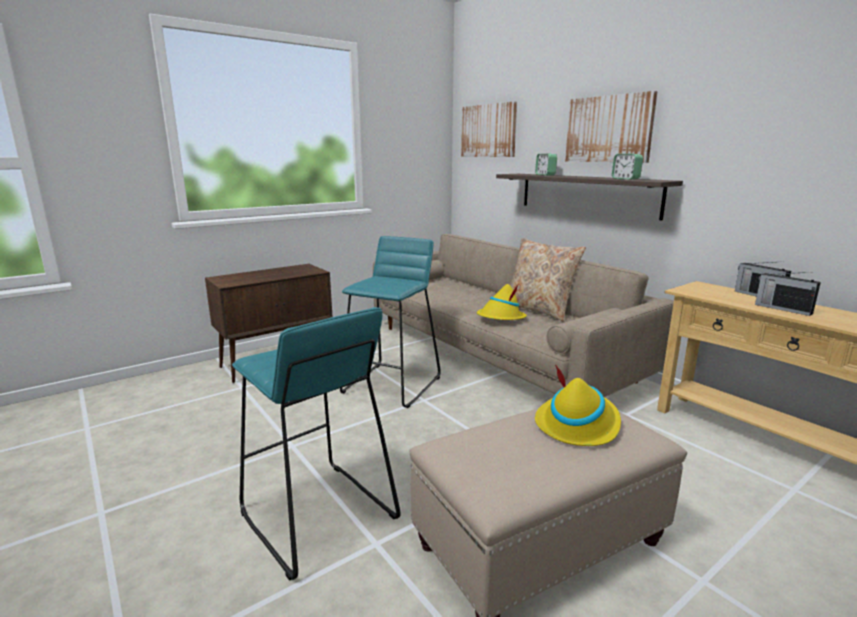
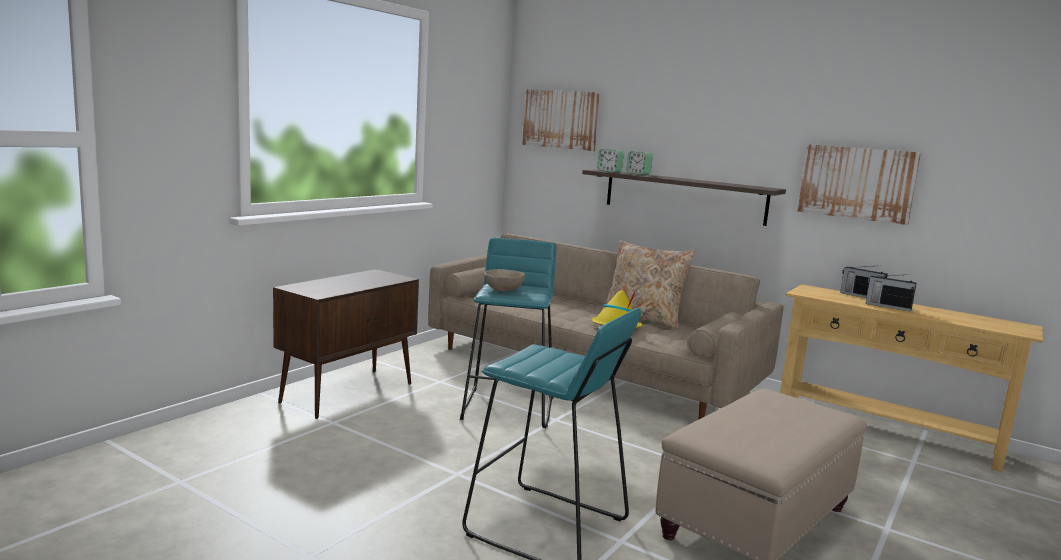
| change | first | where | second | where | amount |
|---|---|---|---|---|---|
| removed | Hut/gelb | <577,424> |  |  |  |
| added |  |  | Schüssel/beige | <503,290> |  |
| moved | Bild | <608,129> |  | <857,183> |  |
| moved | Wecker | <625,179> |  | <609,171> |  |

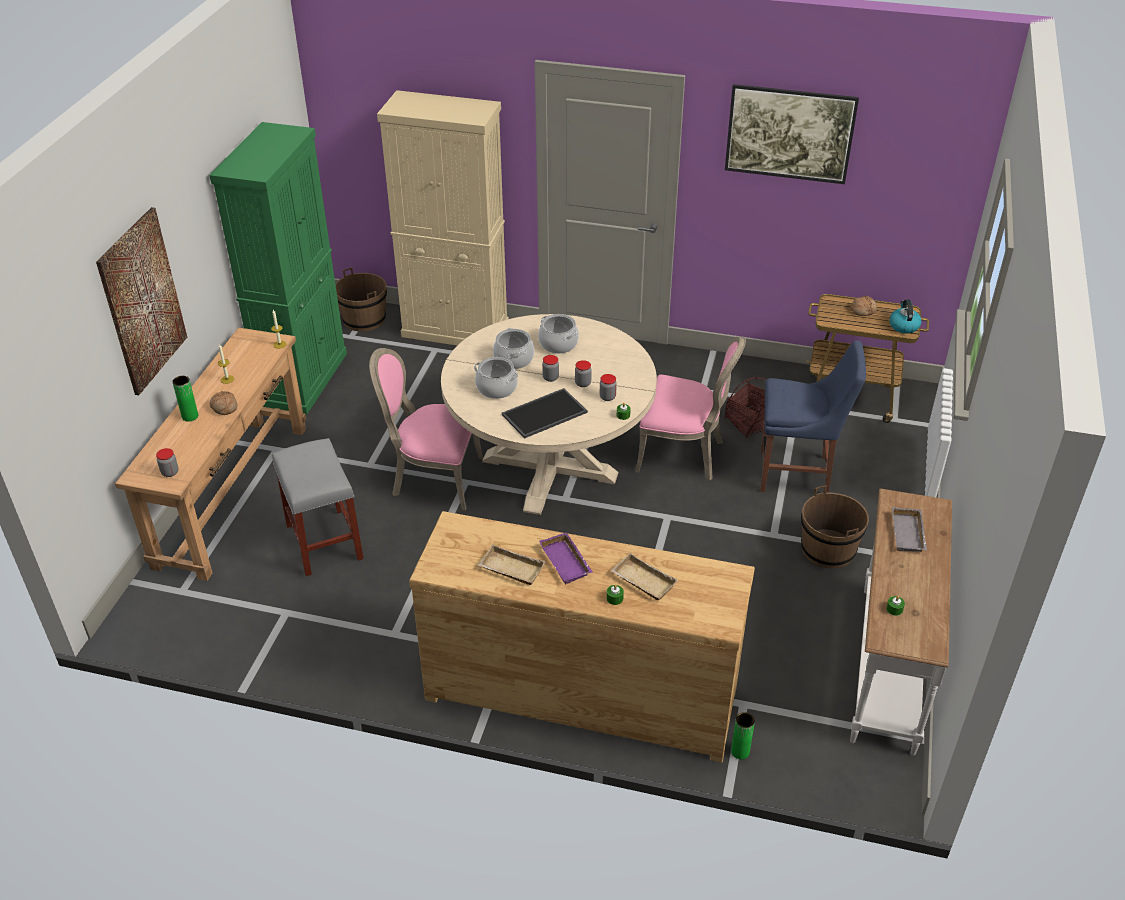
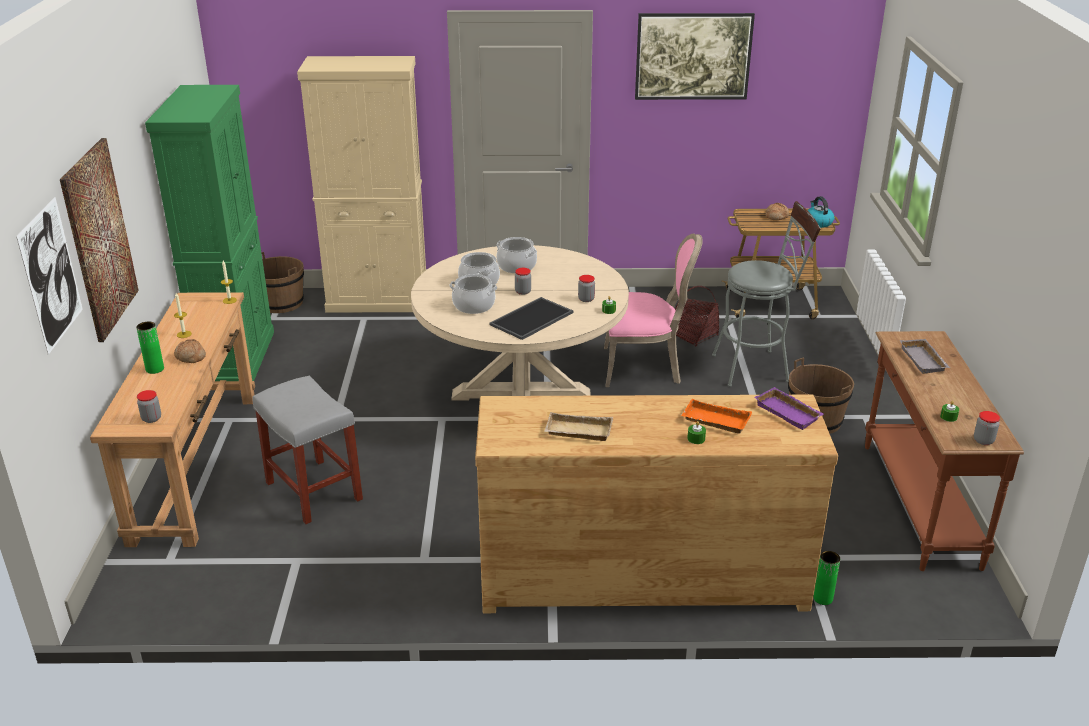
| change | first | where | second | where | amount |
|---|---|---|---|---|---|
| removed | Stuhl/rosa | <433,478> |  |  |  |
| added |  |  | Bild | <51,275> |  |
| moved | Tablett/lila | <567,562> |  | <789,412> |  |
| moved | Vorratsglas | <583,383> |  | <983,440> |  |
| replaced | Stuhl/blau | <798,474> | Hocker/grau | <757,367> |  |
| recoloured | Tablett/beige | <642,581> | Tablett/orange | <714,421> |  |
| recoloured | Konsolentisch/weiß | <885,667> | Konsolentisch/braun | <917,504> |  |

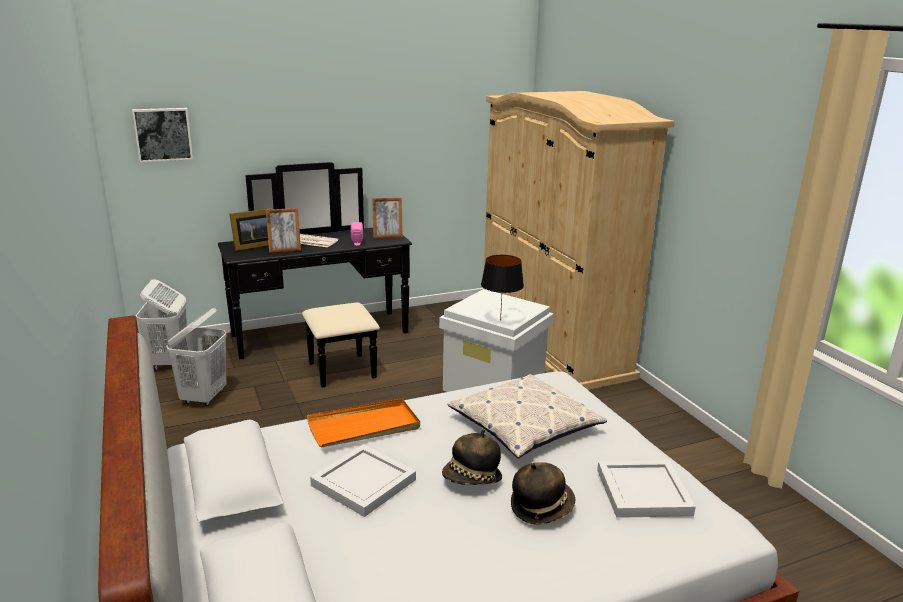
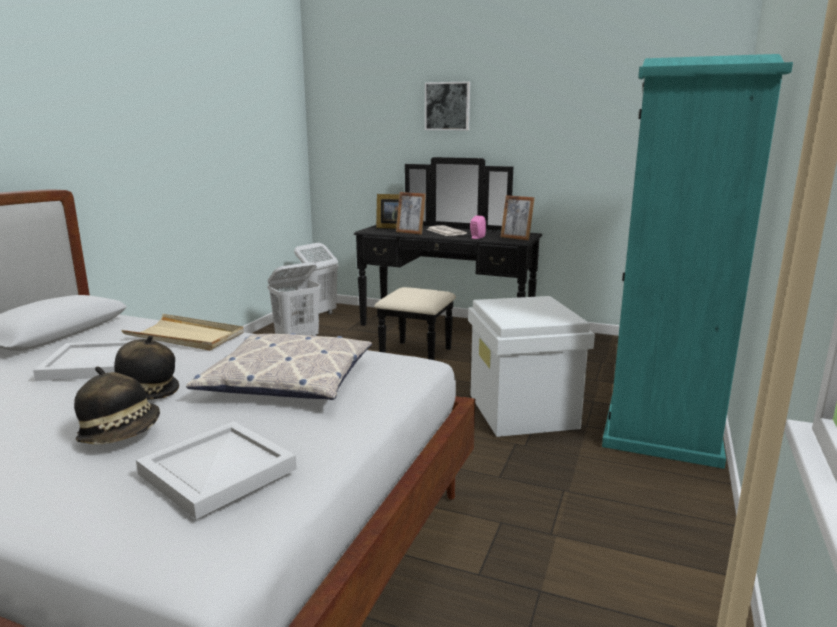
| change | first | where | second | where | amount |
|---|---|---|---|---|---|
| removed | Tischlampe/schwarz | <501,320> |  |  |  |
| moved | Bild | <163,134> |  | <447,106> |  |
| recoloured | Tablett/orange | <364,427> | Tablett/beige | <185,336> |  |
| recoloured | Kleiderschrank/beige | <551,342> | Kleiderschrank/türkis | <663,397> |  |

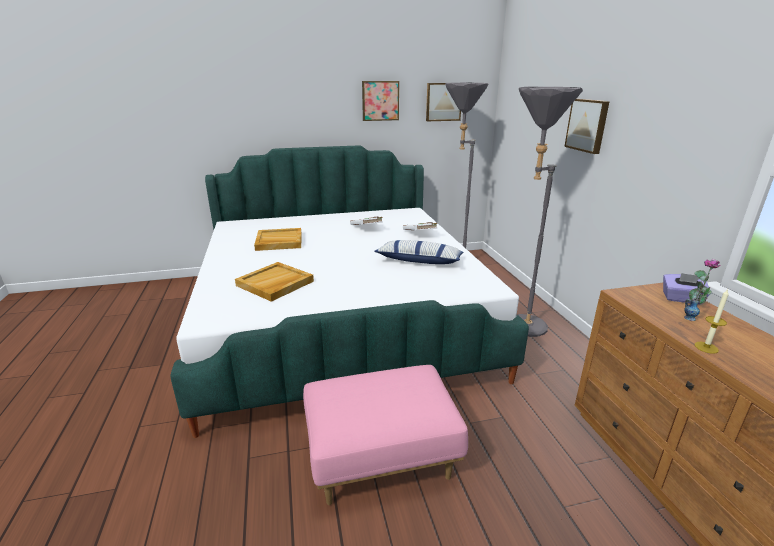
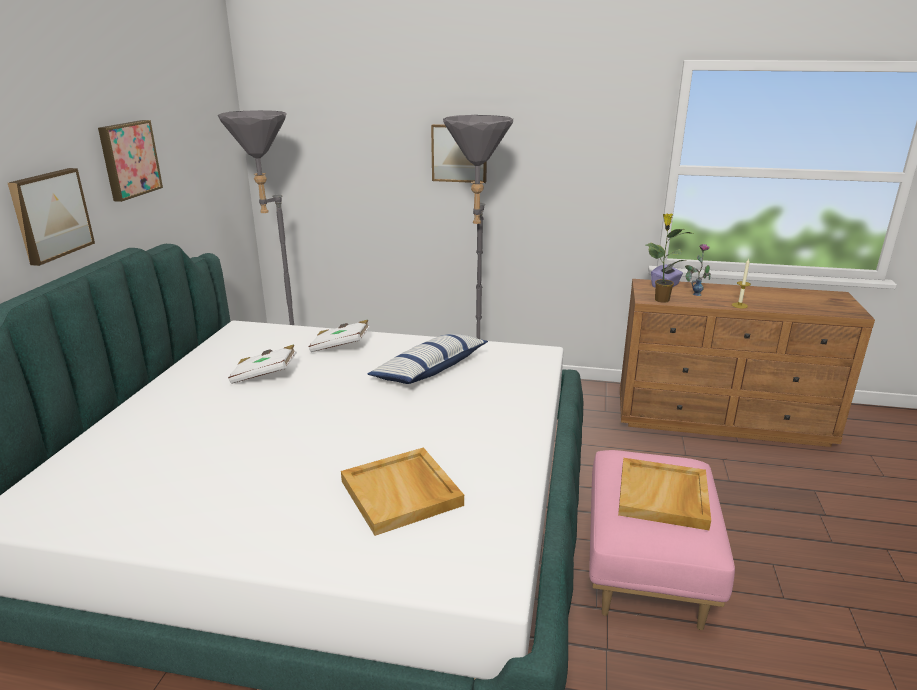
| change | first | where | second | where | amount |
|---|---|---|---|---|---|
| added |  |  | Topfpflanze | <660,299> |  |
| moved | Tablett/beige | <279,241> |  | <663,497> |  |
| moved | Bild | <443,102> |  | <50,215> |  |

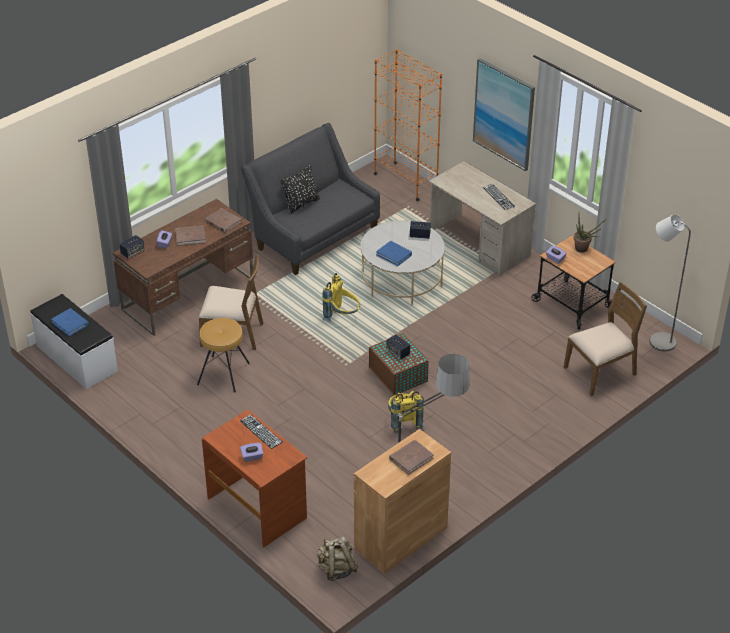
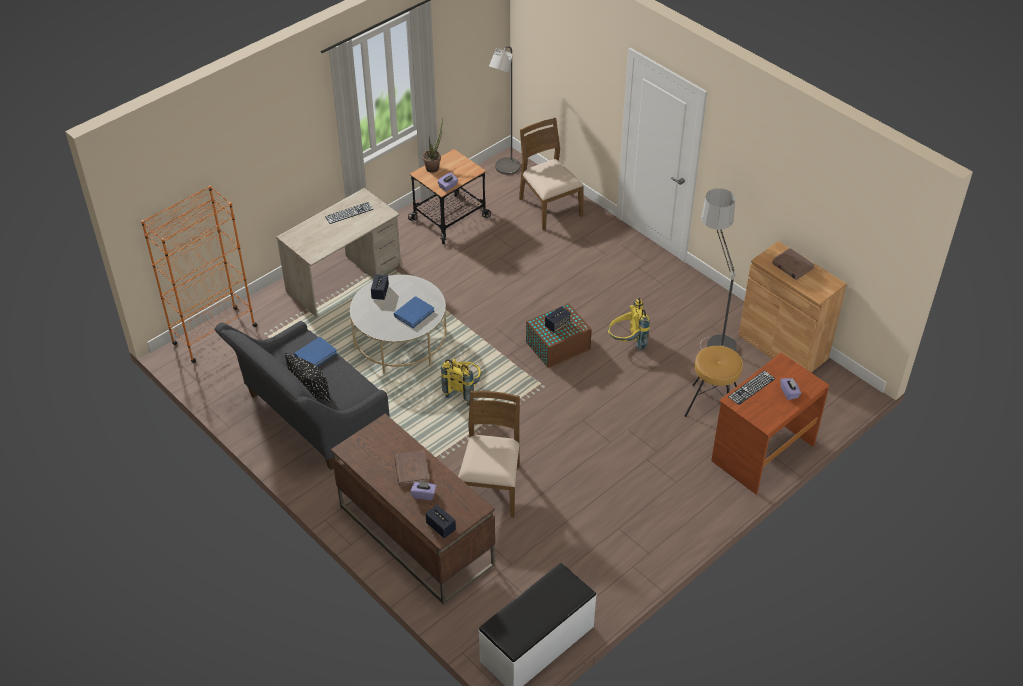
| change | first | where | second | where | amount |
|---|---|---|---|---|---|
| removed | Buch/braun | <223,222> |  |  |  |
| removed | Rucksack/beige | <336,569> |  |  |  |
| removed | Bild | <504,114> |  |  |  |
| moved | Buch/blau | <70,323> |  | <315,354> |  |
| moved | Hocker/braun | <224,374> |  | <712,405> |  |

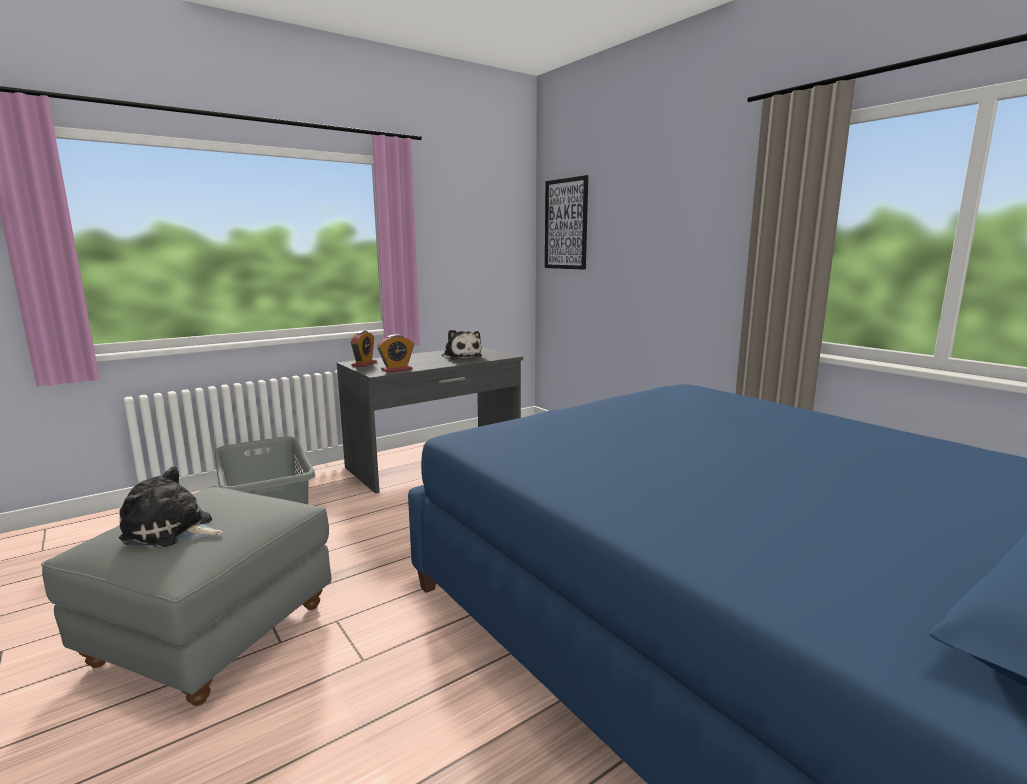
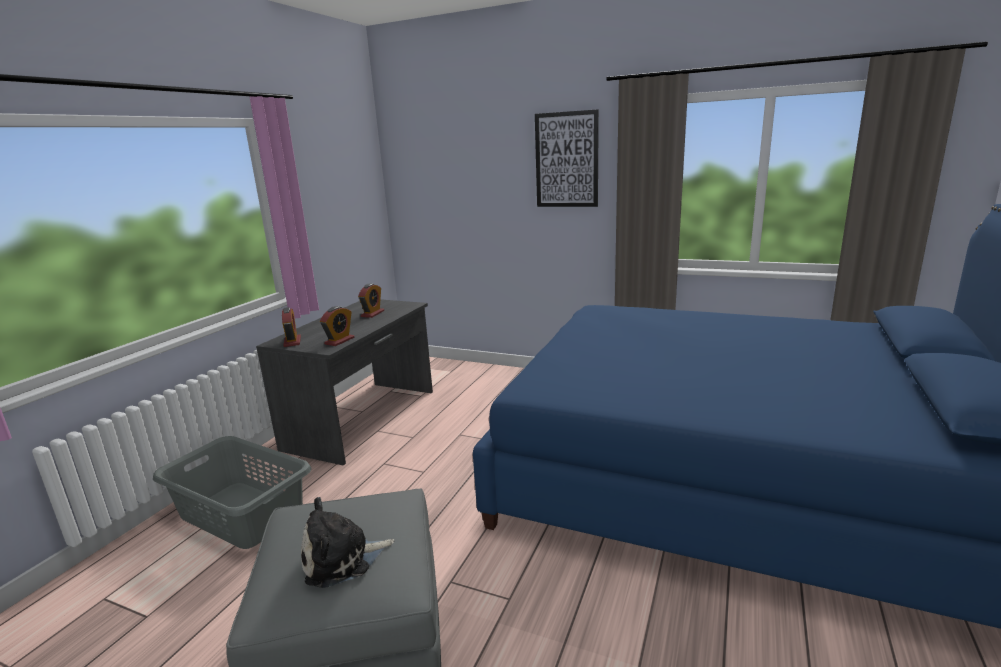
| change | first | where | second | where | amount |
|---|---|---|---|---|---|
| moved | Bild | <566,224> |  | <566,160> |  |
| replaced | Plüschtier | <461,356> | Wecker | <372,314> |  |

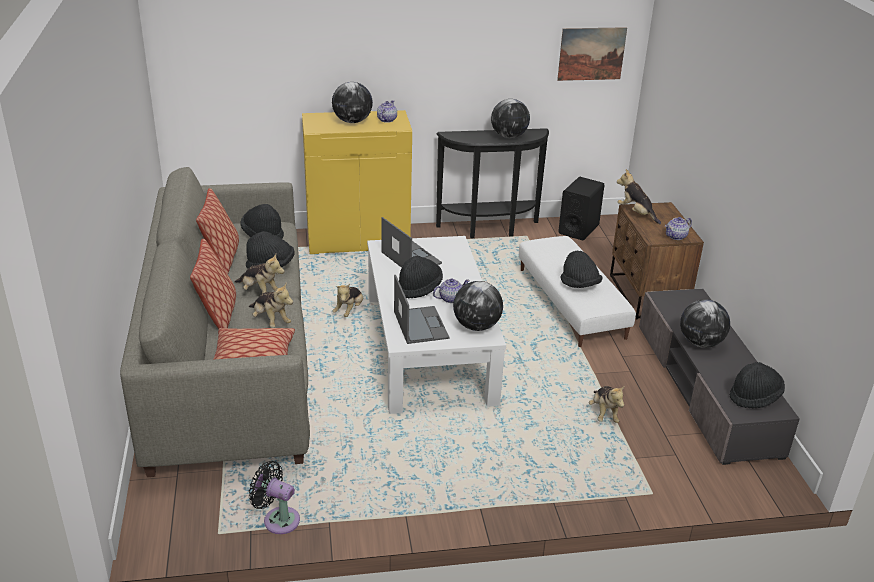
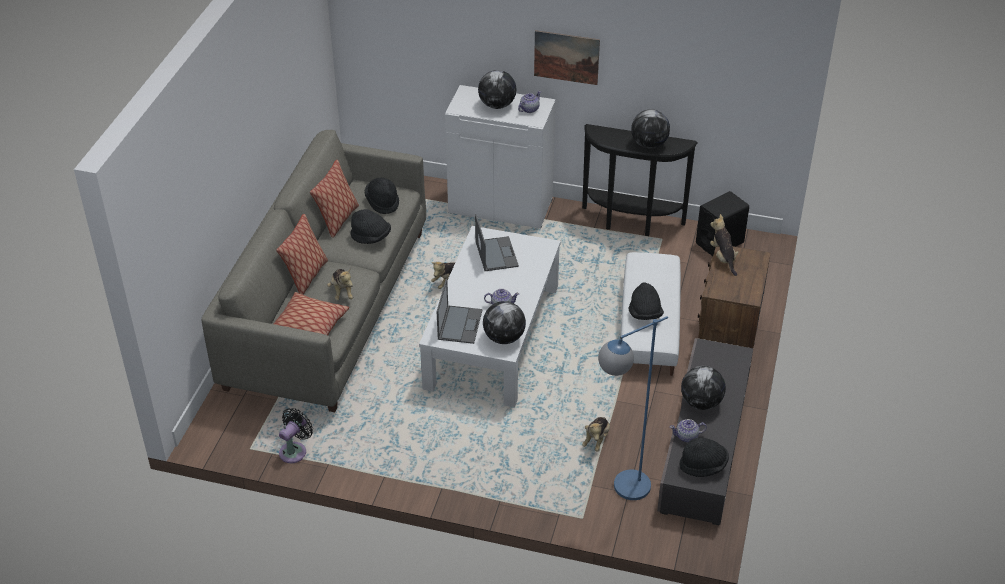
| change | first | where | second | where | amount |
|---|---|---|---|---|---|
| removed | Plüschtier | <260,292> |  |  |  |
| removed | Hut/schwarz | <419,288> |  |  |  |
| added |  |  | Stehlampe/blau | <621,491> |  |
| moved | Bild | <591,54> |  | <566,57> |  |
| moved | Teekanne | <676,236> |  | <687,436> |  |
| recoloured | Schrank/gelb | <358,240> | Schrank/weiß | <501,206> |  |
| turned | Ventilator/schwarz | <278,519> |  | <295,450> | 75 degrees clockwise |

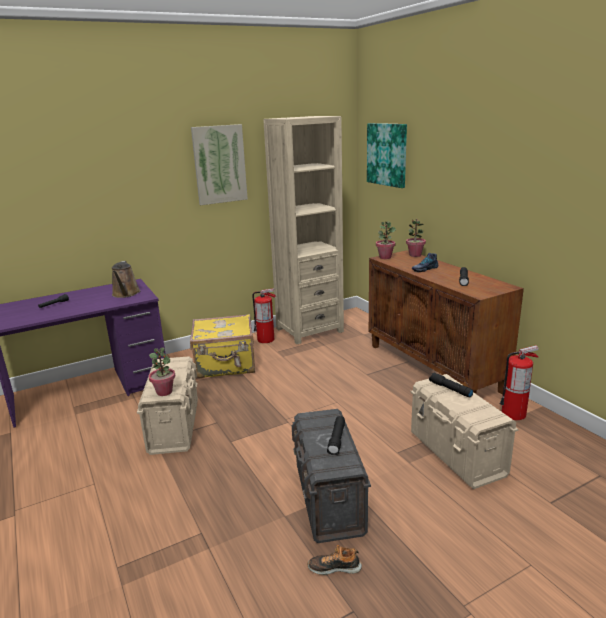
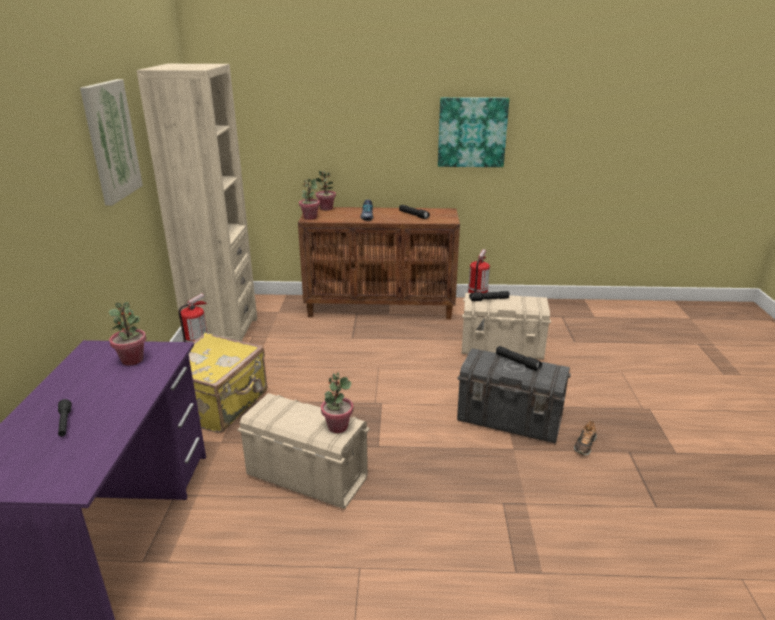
| change | first | where | second | where | amount |
|---|---|---|---|---|---|
| moved | Bild | <387,154> |  | <472,132> |  |
| replaced | Gießkanne/braun | <125,294> | Topfpflanze | <132,360> |  |

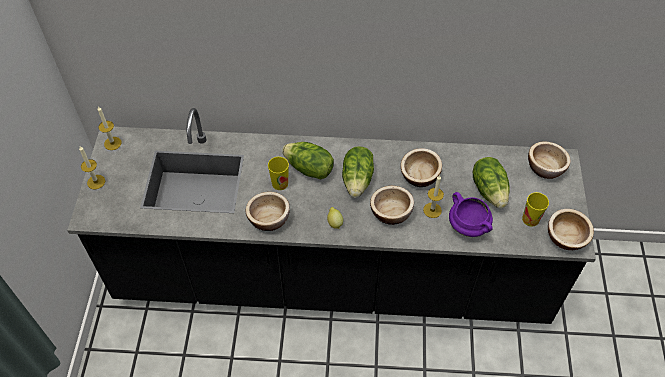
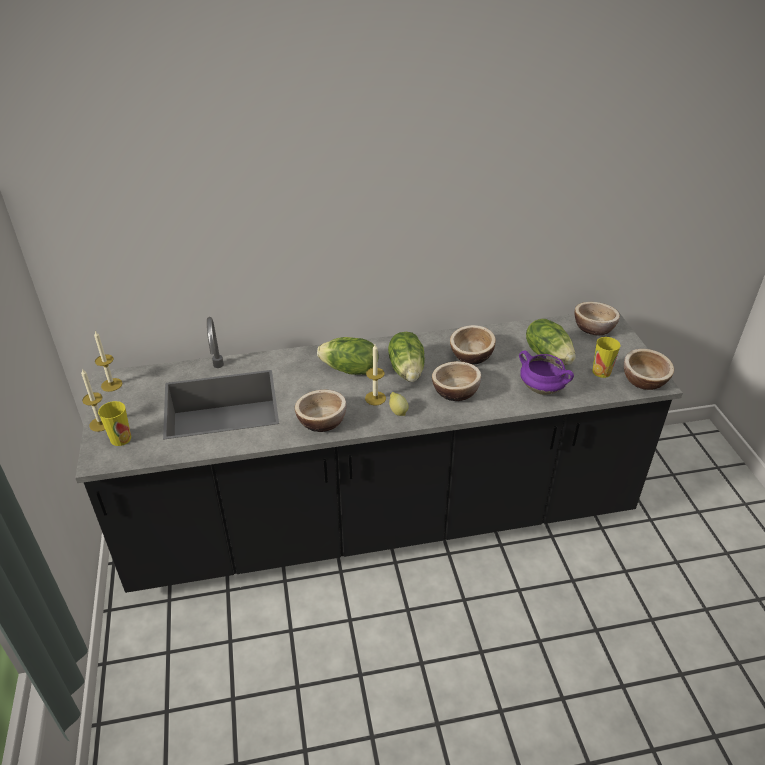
| change | first | where | second | where | amount |
|---|---|---|---|---|---|
| moved | Tasse | <280,183> |  | <120,438> |  |
| moved | Kerze | <432,210> |  | <375,398> |  |

